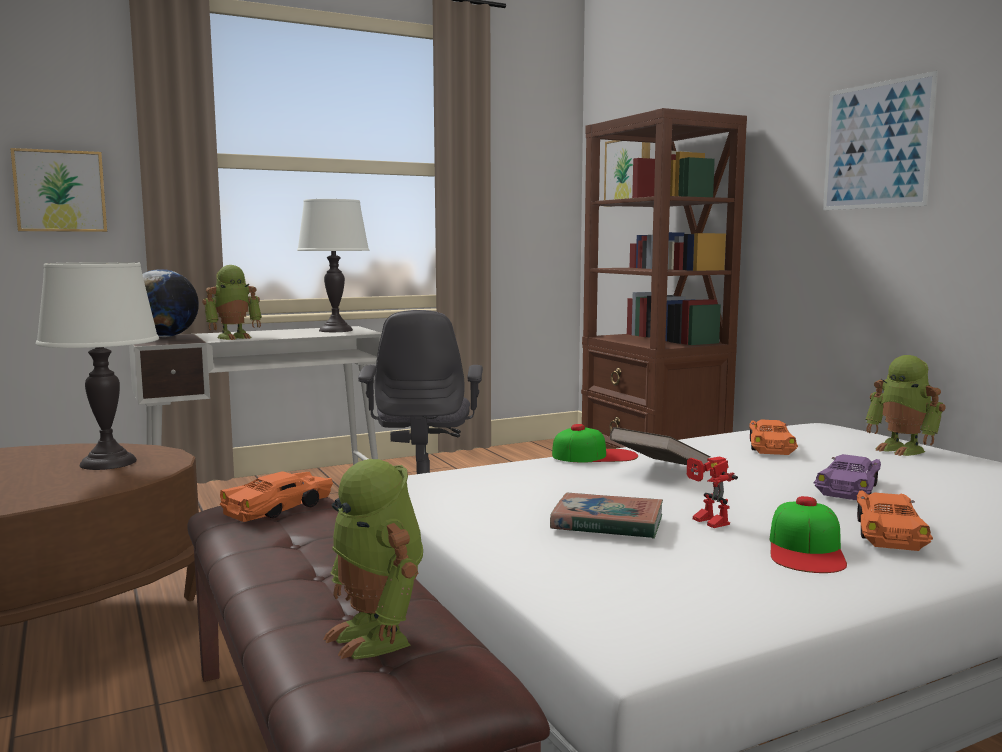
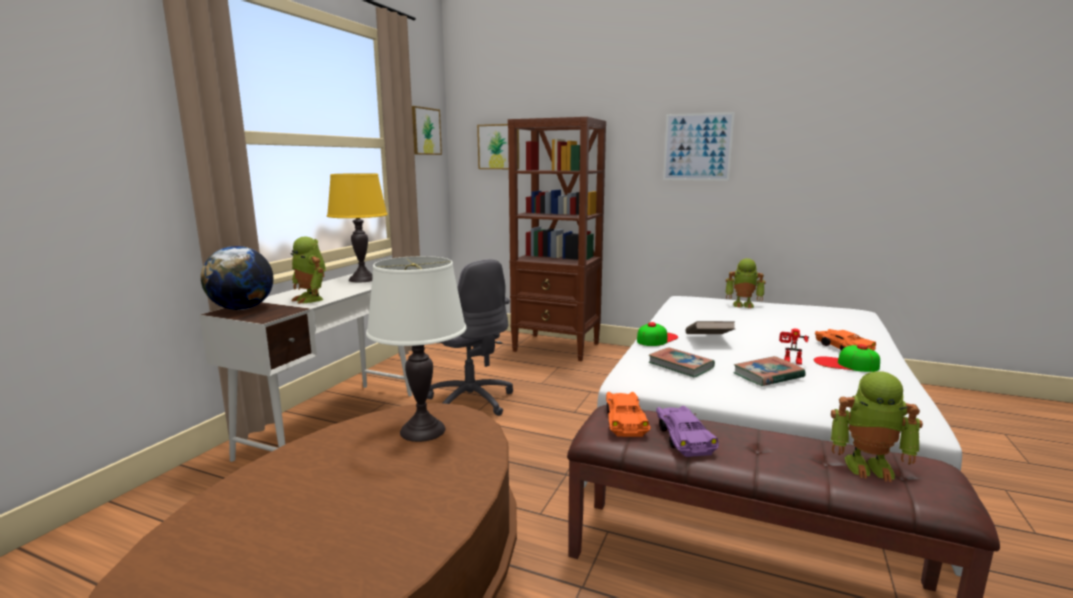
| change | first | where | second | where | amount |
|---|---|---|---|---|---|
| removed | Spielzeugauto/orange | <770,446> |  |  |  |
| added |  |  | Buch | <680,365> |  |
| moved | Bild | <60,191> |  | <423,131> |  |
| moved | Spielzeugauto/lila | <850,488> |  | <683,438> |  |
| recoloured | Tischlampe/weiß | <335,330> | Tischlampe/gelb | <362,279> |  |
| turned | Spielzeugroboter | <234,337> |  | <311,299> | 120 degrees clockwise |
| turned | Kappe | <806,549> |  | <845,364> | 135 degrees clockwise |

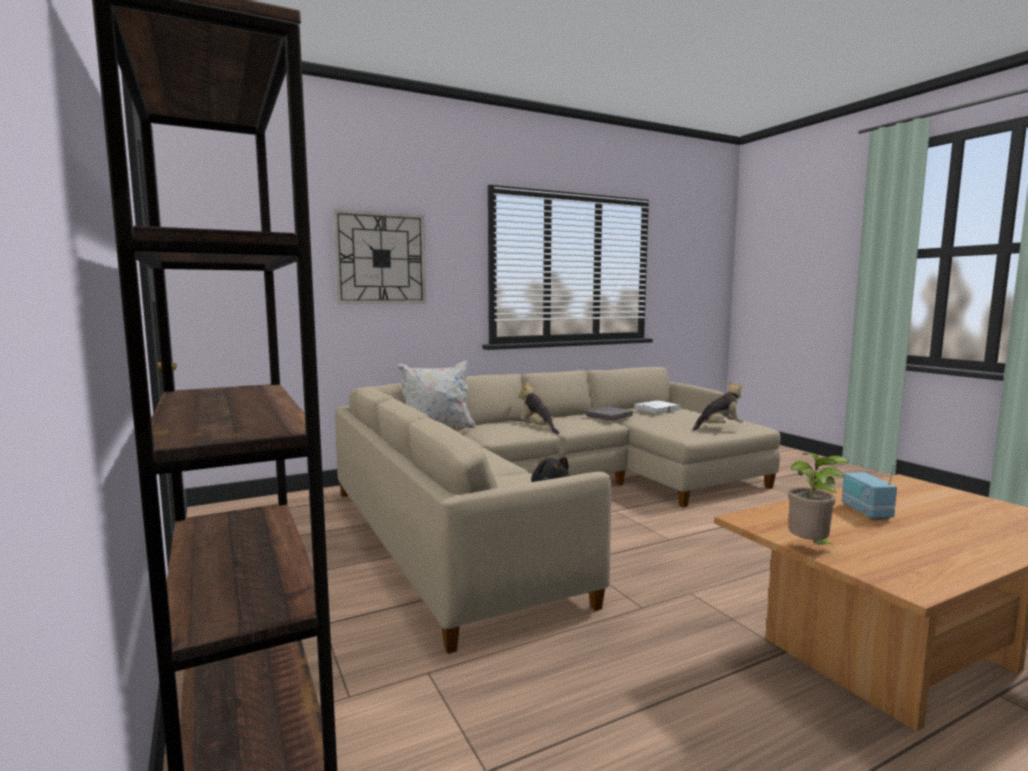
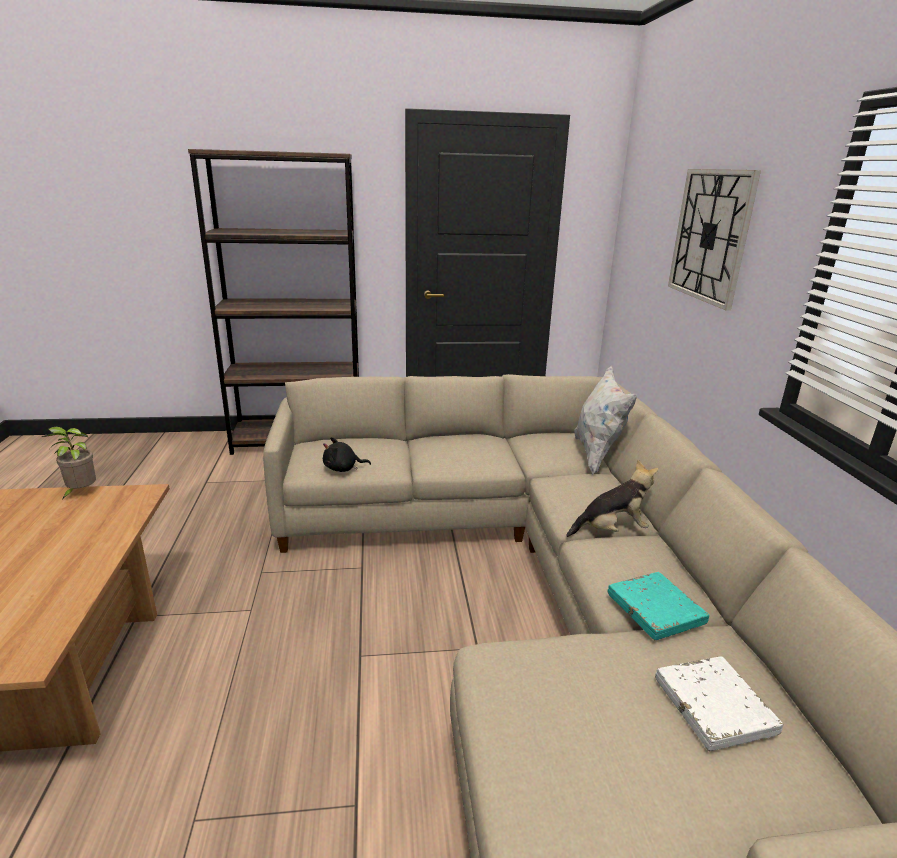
| change | first | where | second | where | amount |
|---|---|---|---|---|---|
| removed | Plüschtier | <719,428> |  |  |  |
| removed | Radio | <865,512> |  |  |  |
| recoloured | Buch/grau | <609,417> | Buch/türkis | <655,609> |  |

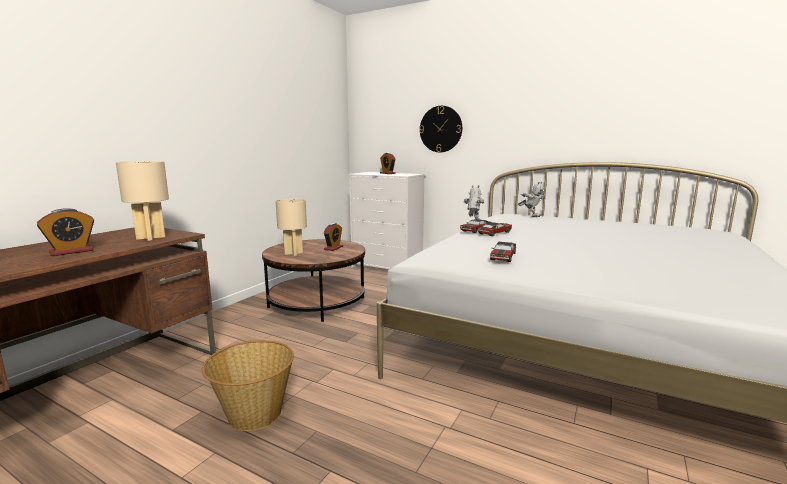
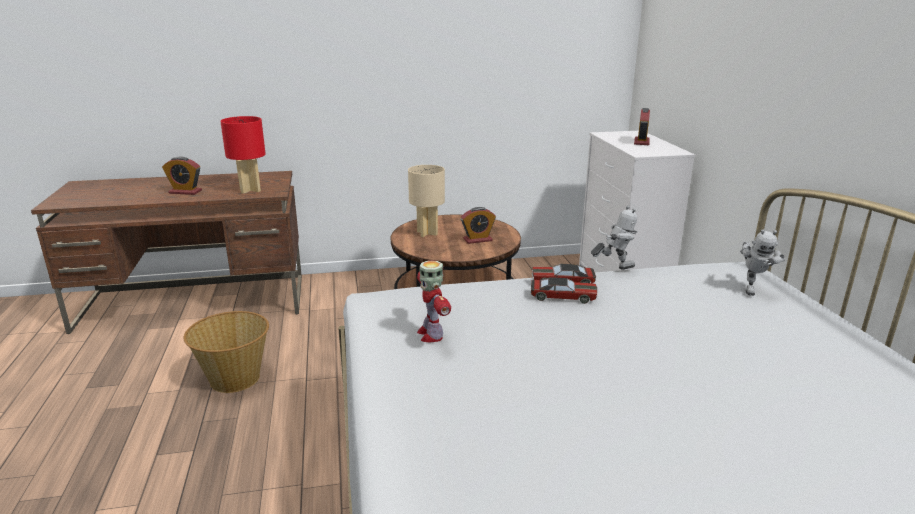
| change | first | where | second | where | amount |
|---|---|---|---|---|---|
| removed | Wanduhr | <440,129> |  |  |  |
| replaced | Spielzeugauto | <503,257> | Spielzeugroboter | <431,334> |  |
| recoloured | Tischlampe/beige | <151,237> | Tischlampe/rot | <250,190> |  |

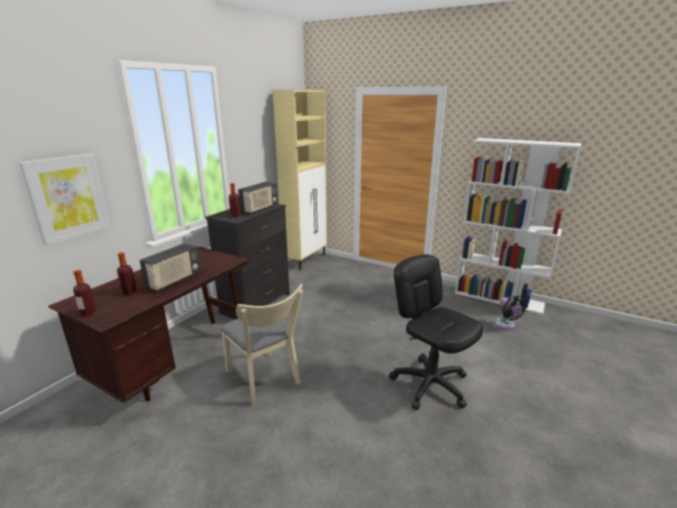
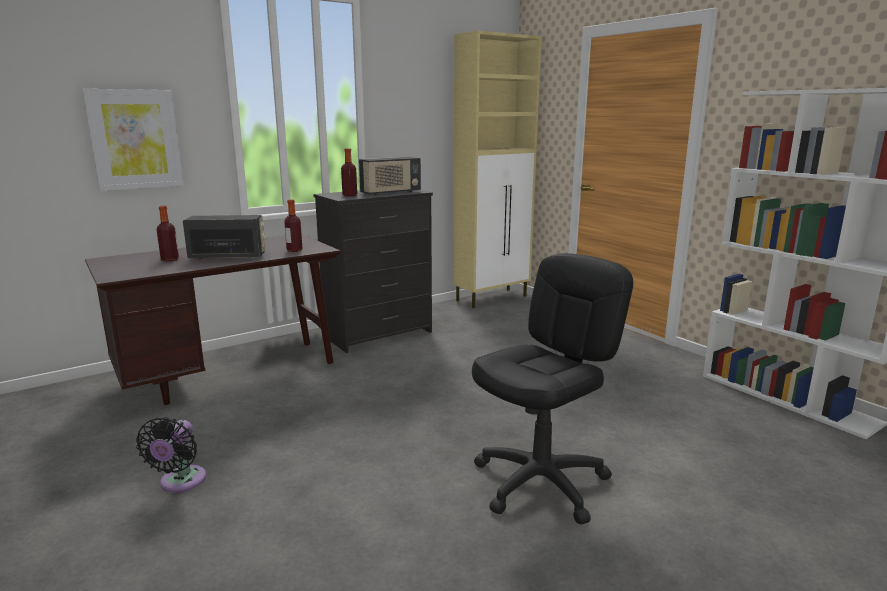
| change | first | where | second | where | amount |
|---|---|---|---|---|---|
| removed | Stuhl/beige | <265,380> |  |  |  |
| moved | Flasche | <88,313> |  | <294,250> |  |
| moved | Ventilator/schwarz | <506,325> |  | <180,482> |  |
| turned | Radio | <174,280> |  | <228,257> | 150 degrees counterclockwise |
| turned | Bürostuhl/schwarz | <430,384> |  | <541,482> | 60 degrees clockwise |

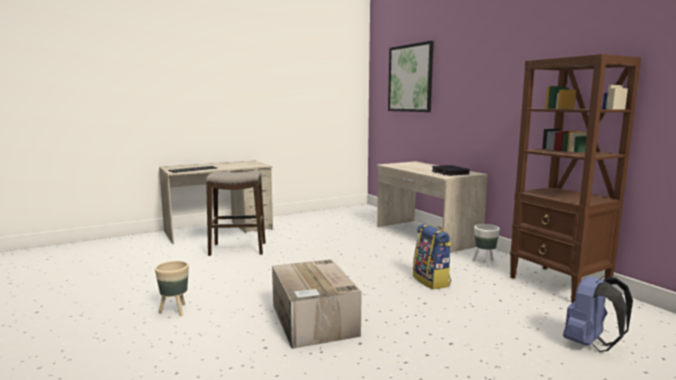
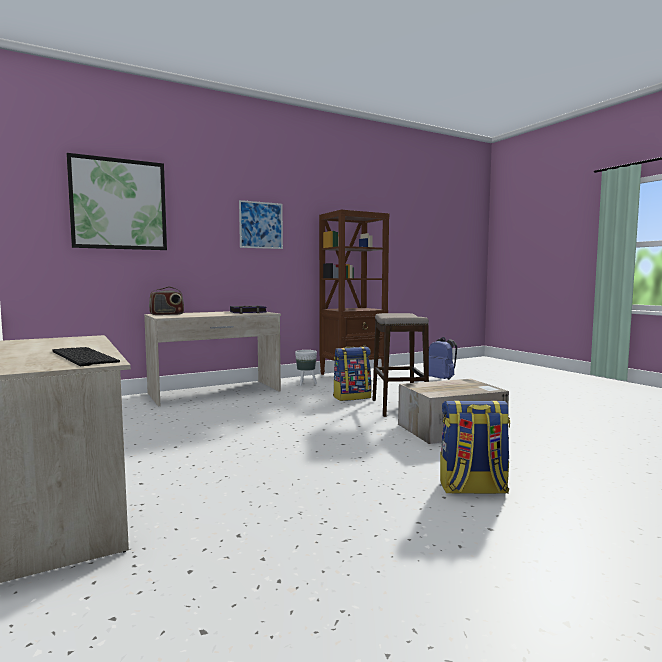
| change | first | where | second | where | amount |
|---|---|---|---|---|---|
| added |  |  | Radio | <167,314> |  |
| added |  |  | Bild | <261,225> |  |
| moved | Hocker | <238,249> |  | <399,408> |  |
| replaced | Pflanzkübel/beige | <175,311> | Rucksack | <472,489> |  |

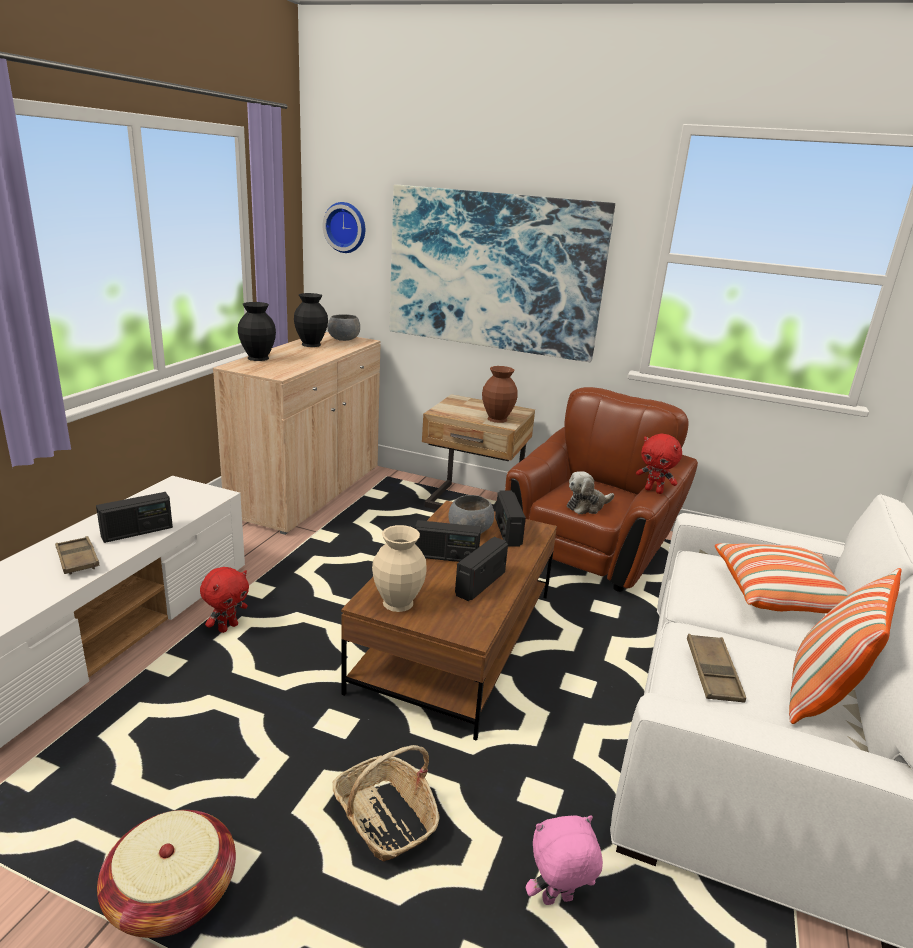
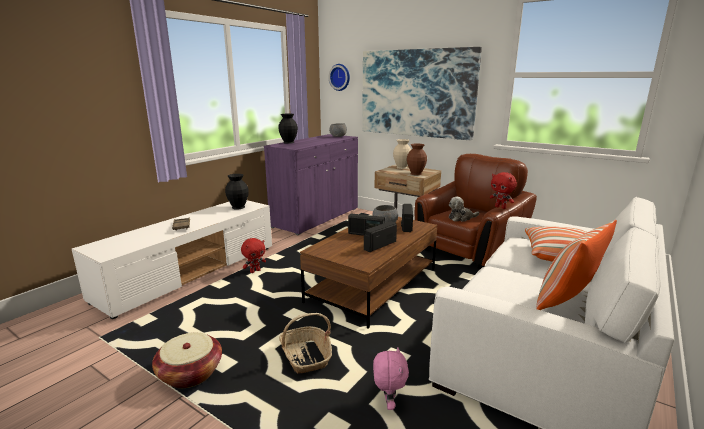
| change | first | where | second | where | amount |
|---|---|---|---|---|---|
| removed | Radio | <137,532> |  |  |  |
| removed | Tablett/braun | <713,673> |  |  |  |
| moved | Vase/schwarz | <310,344> |  | <238,207> |  |
| moved | Vase/beige | <397,603> |  | <401,167> |  |
| recoloured | Schrank/beige | <308,491> | Schrank/lila | <316,218> |  |
| turned | Plüschtier/rosa | <557,901> |  | <388,404> | 90 degrees clockwise |

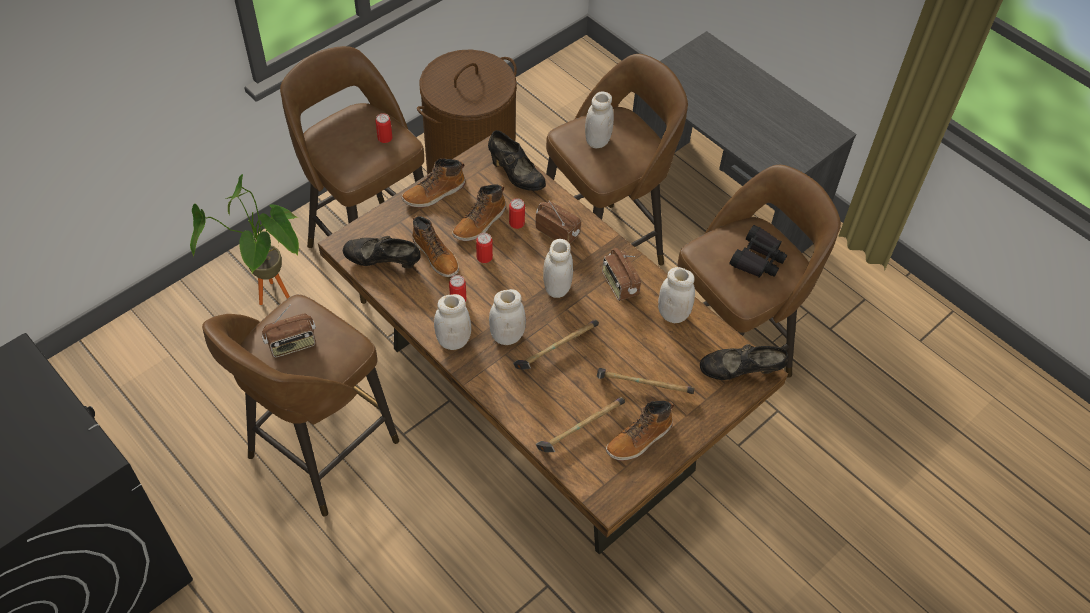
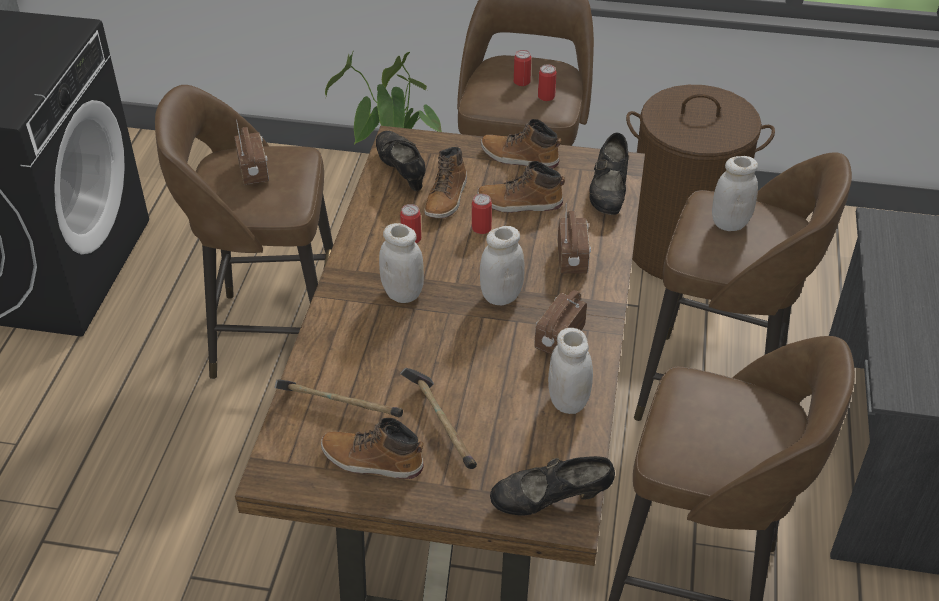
| change | first | where | second | where | amount |
|---|---|---|---|---|---|
| removed | Vorratsglas/weiß | <453,341> |  |  |  |
| removed | Hammer | <554,352> |  |  |  |
| removed | Fernglas/schwarz | <758,259> |  |  |  |
| moved | Dose | <516,223> |  | <522,81> |  |
| turned | Radio | <292,345> |  | <254,172> | 135 degrees counterclockwise |
| turned | Schuh/schwarz | <740,372> |  | <550,501> | 60 degrees counterclockwise |

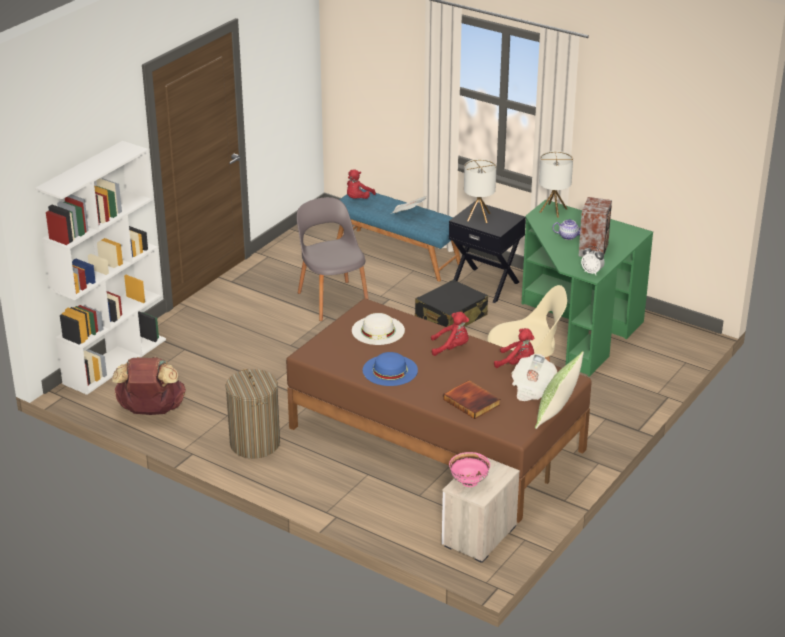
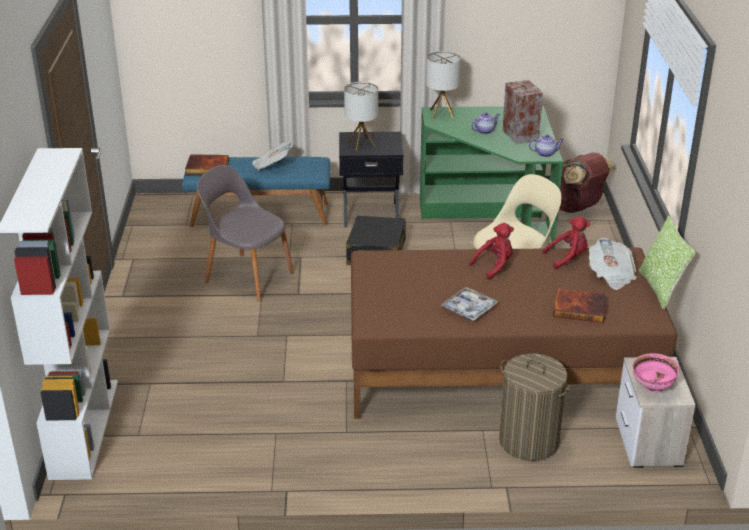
| change | first | where | second | where | amount |
|---|---|---|---|---|---|
| removed | Hut/weiß | <378,330> |  |  |  |
| moved | Rucksack/braun | <151,411> |  | <575,208> |  |
| moved | Wäschekorb | <255,444> |  | <529,441> |  |
| replaced | Plüschtier/rot | <358,199> | Buch | <207,168> |  |
| replaced | Hut/blau | <390,370> | Tablett | <469,308> |  |
| replaced | Wecker | <592,272> | Teekanne | <545,153> |  |

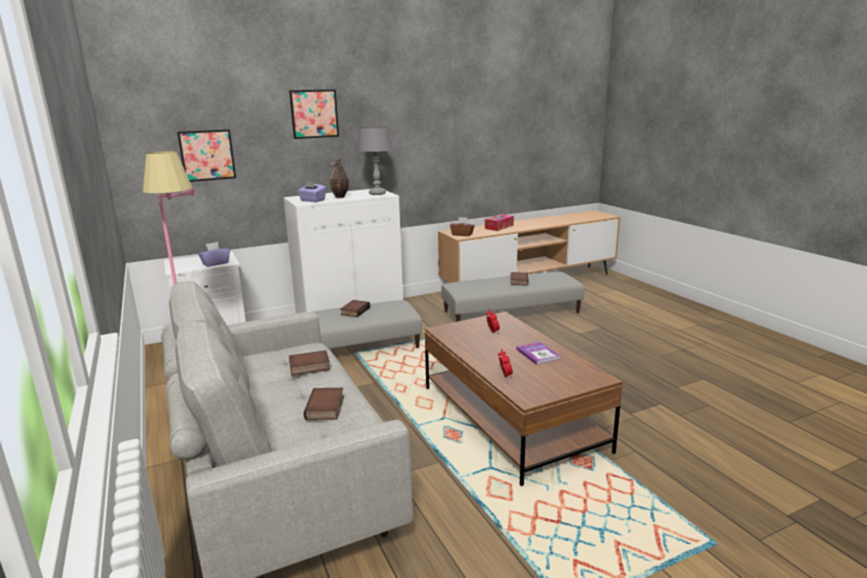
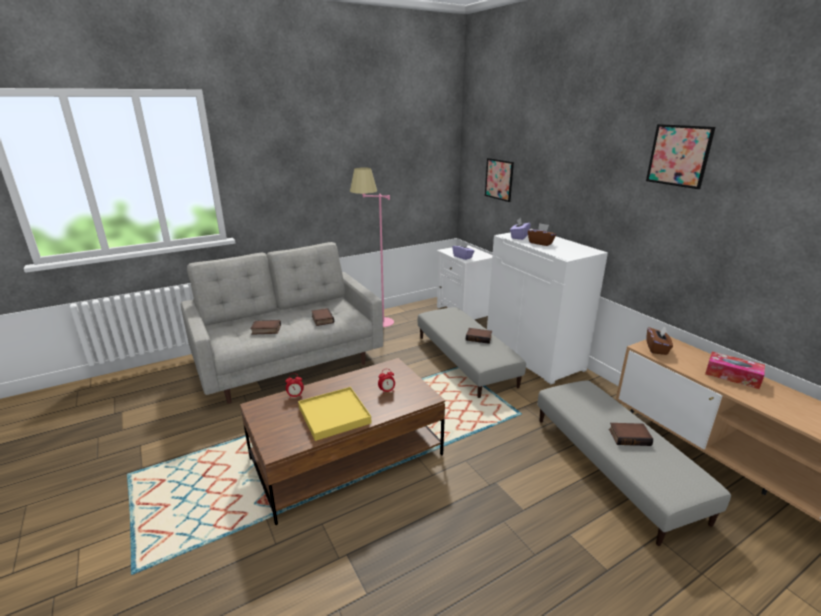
| change | first | where | second | where | amount |
|---|---|---|---|---|---|
| removed | Tischlampe/grau | <377,193> |  |  |  |
| moved | Bild | <314,114> |  | <679,155> |  |
| replaced | Vase | <340,197> | Taschentuchbox/braun | <540,243> |  |
| replaced | Buch | <538,354> | Tablett/gelb | <334,415> |  |

